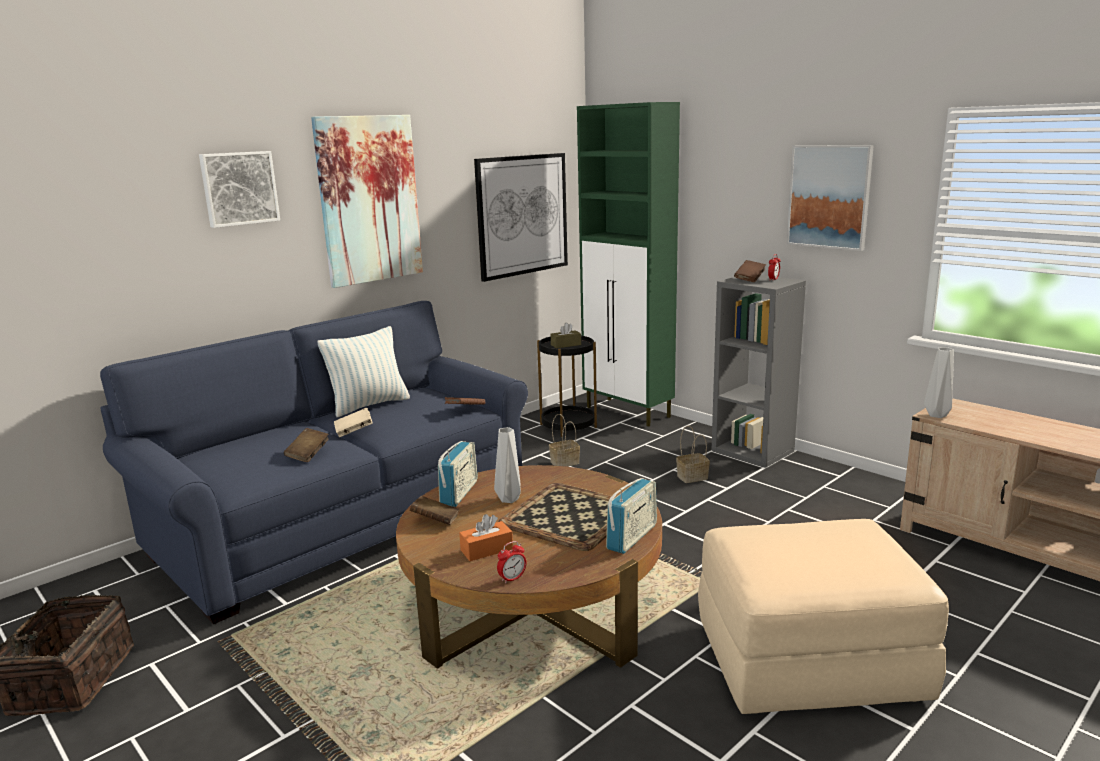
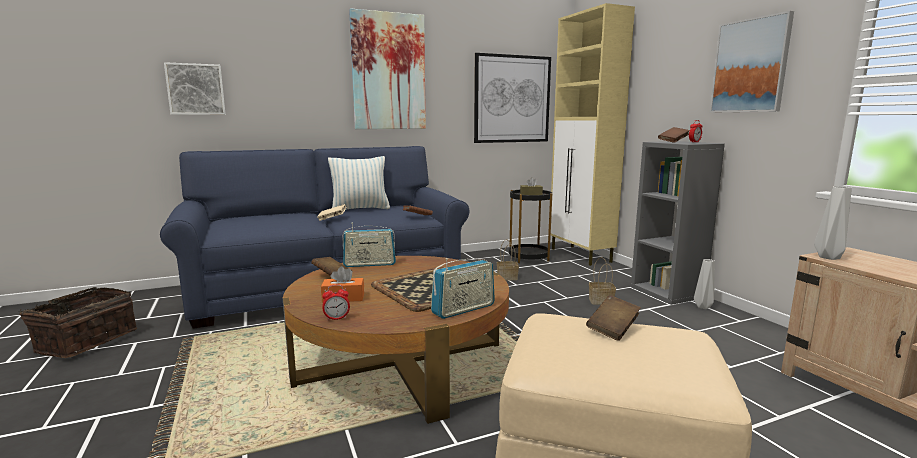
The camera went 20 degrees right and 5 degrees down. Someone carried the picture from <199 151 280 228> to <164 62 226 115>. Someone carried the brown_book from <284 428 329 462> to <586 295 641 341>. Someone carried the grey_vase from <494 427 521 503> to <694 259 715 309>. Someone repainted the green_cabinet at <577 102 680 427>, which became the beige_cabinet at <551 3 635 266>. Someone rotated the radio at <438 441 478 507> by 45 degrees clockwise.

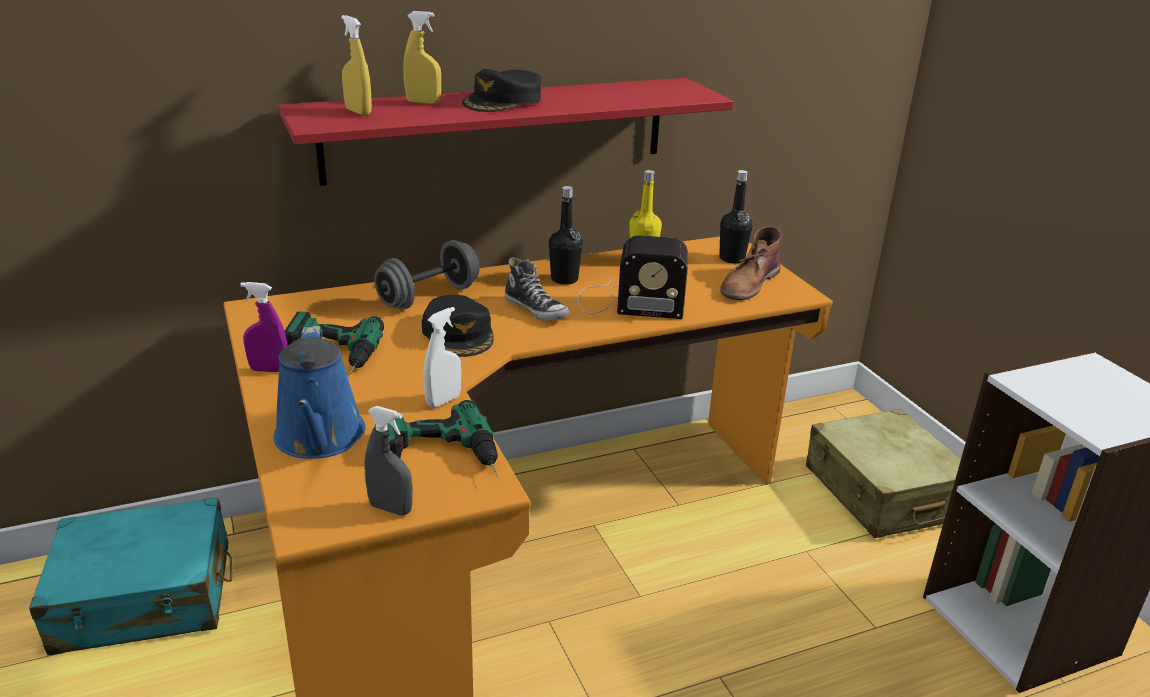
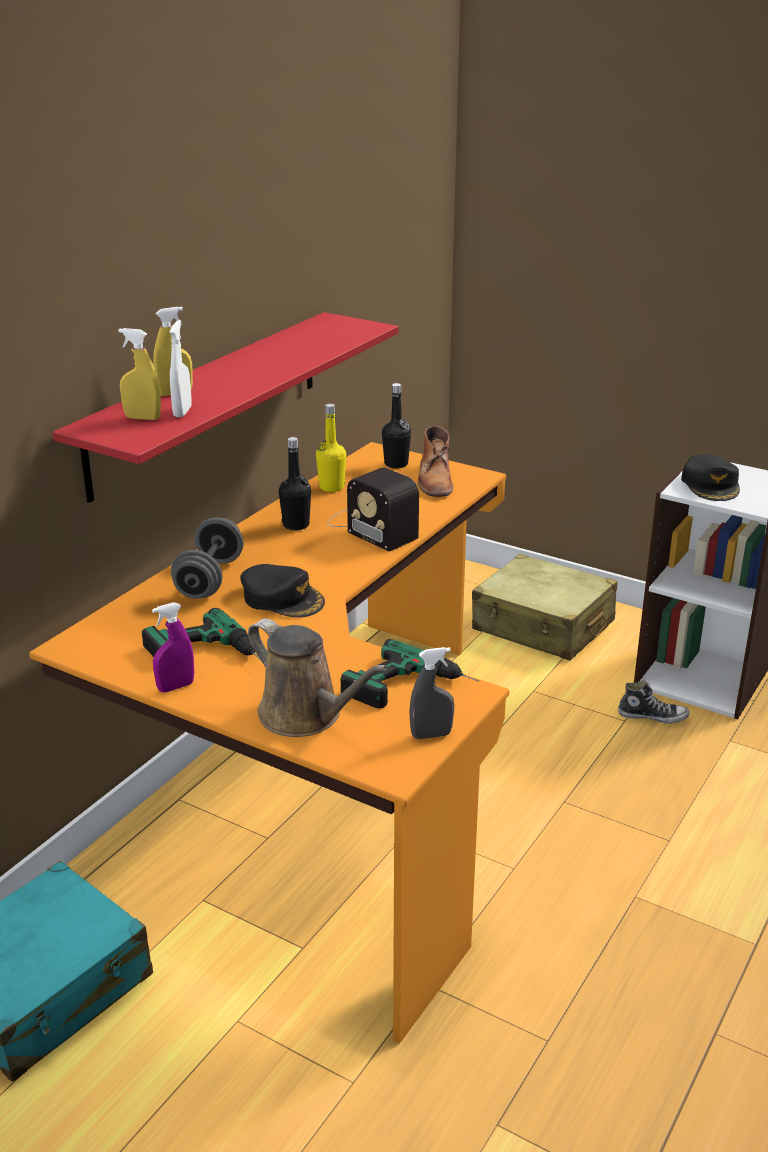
The camera went 35 degrees left and 0 degrees up. Someone carried the white_spray_bottle from <423 307 461 408> to <170 320 192 417>. Someone carried the black_cap from <462 69 541 112> to <681 454 740 501>. Someone carried the shoe from <505 257 569 321> to <618 680 689 724>. Someone repainted the blue_watering_can at <274 326 366 459>, which became the brown_watering_can at <248 619 387 737>. Someone rotated the radio at <578 235 688 319> by 75 degrees clockwise.

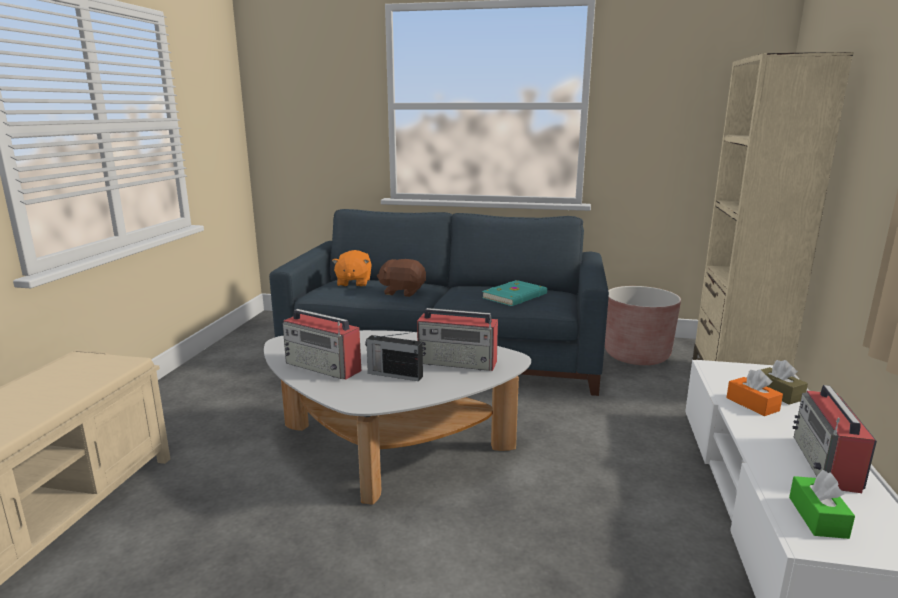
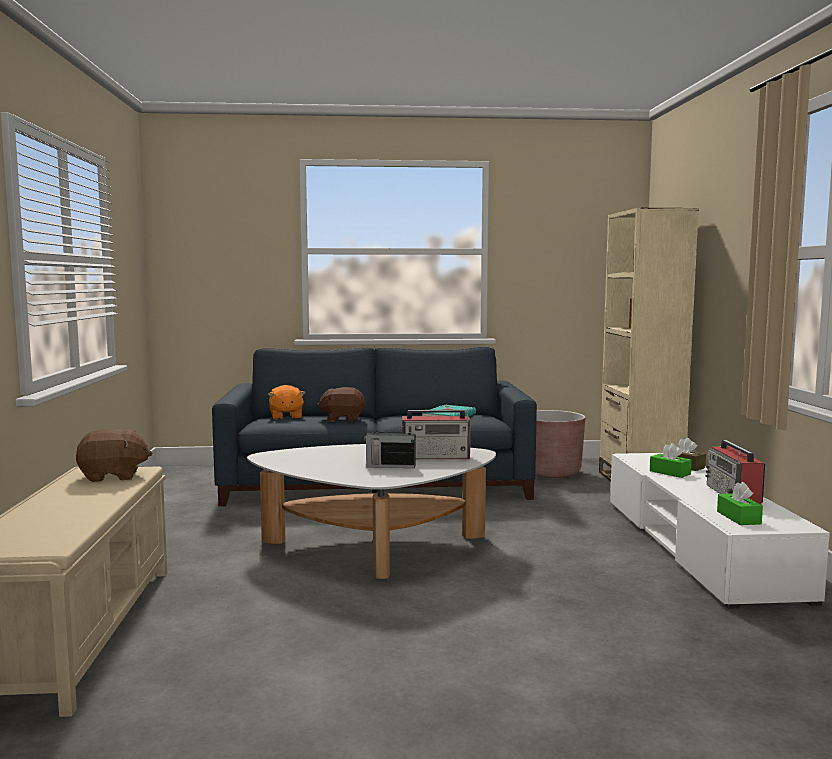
The camera went 15 degrees left and 10 degrees down. Someone took away the radio at <282 309 361 379>. Someone put down the brown_plush_toy at <76 429 152 482>. Someone repainted the orange_tissue_box at <726 369 783 416>, which became the green_tissue_box at <650 443 692 478>.

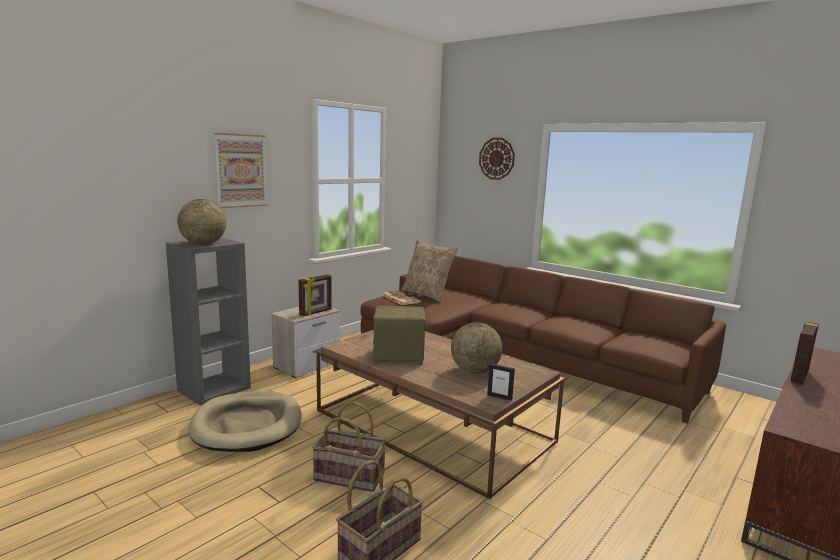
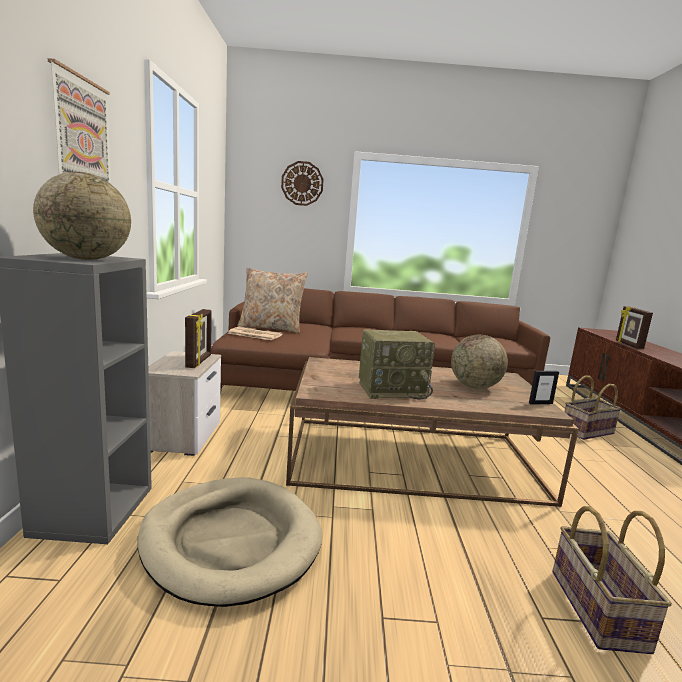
The camera went 40 degrees left and 0 degrees up. Someone carried the basket from <312 401 386 492> to <564 375 621 440>. Someone rotated the radio at <373 306 426 365> by 150 degrees counterclockwise.

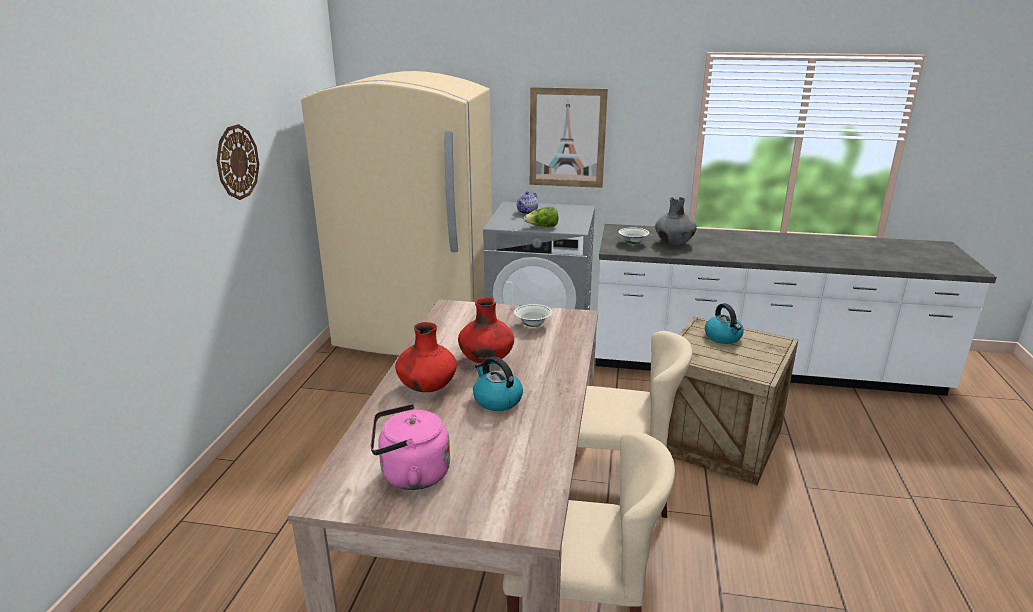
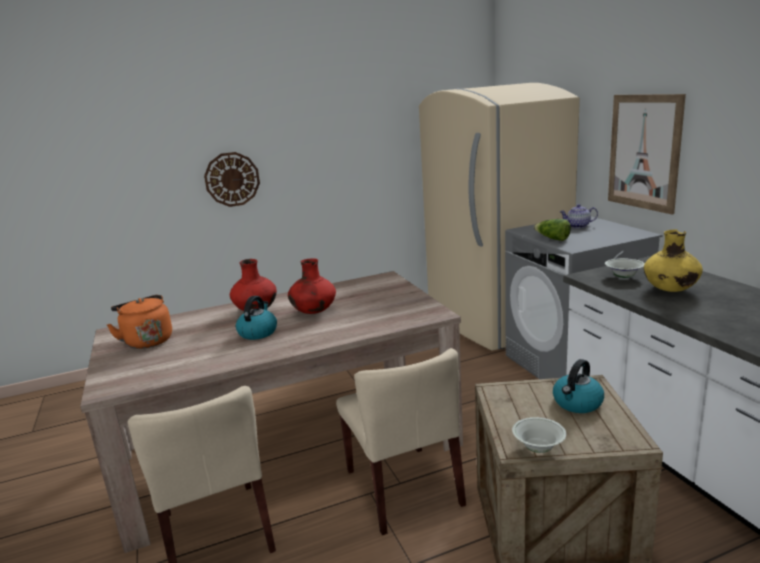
The camera went 60 degrees right and 5 degrees down. Someone carried the wall_clock from <217 124 259 200> to <204 152 260 207>. Someone carried the white_bowl from <514 304 553 327> to <512 417 567 453>. Someone repainted the pink_kettle at <371 404 450 490>, which became the orange_kettle at <107 295 172 349>. Someone repainted the grey_vase at <655 197 697 244>, which became the yellow_vase at <644 230 703 292>.

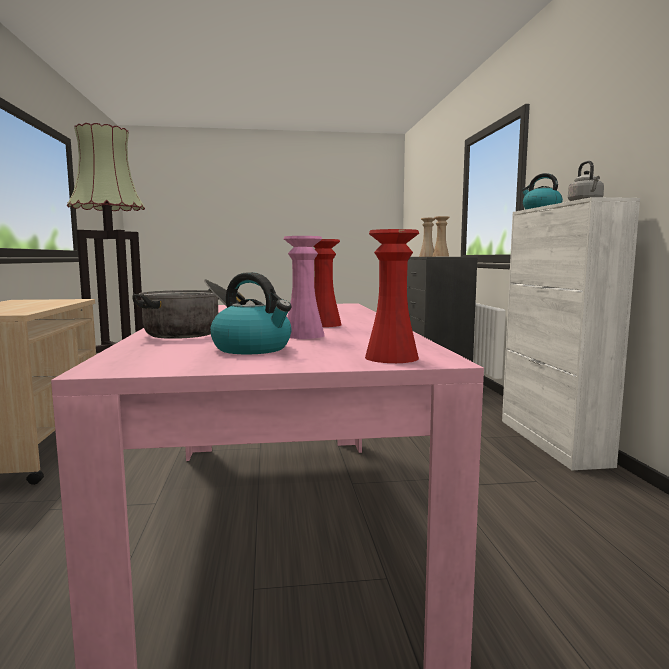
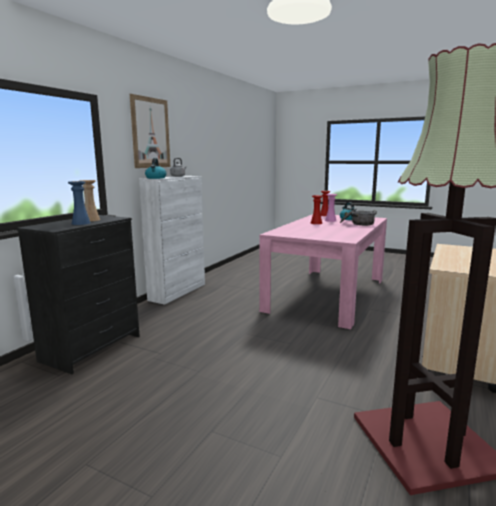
The camera went 145 degrees left and 5 degrees up. Someone put up the picture at <130 94 170 168>. Someone repainted the beige_vase at <419 218 435 257>, which became the blue_vase at <68 181 91 225>.

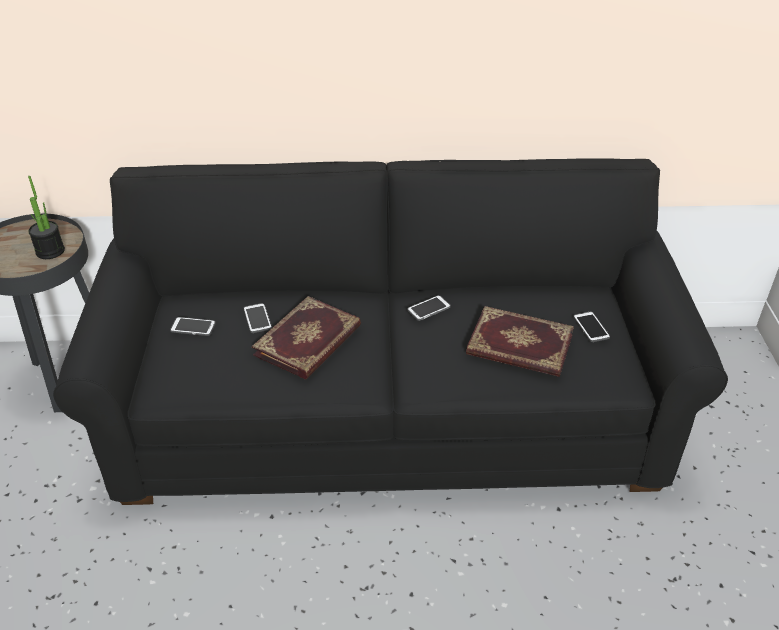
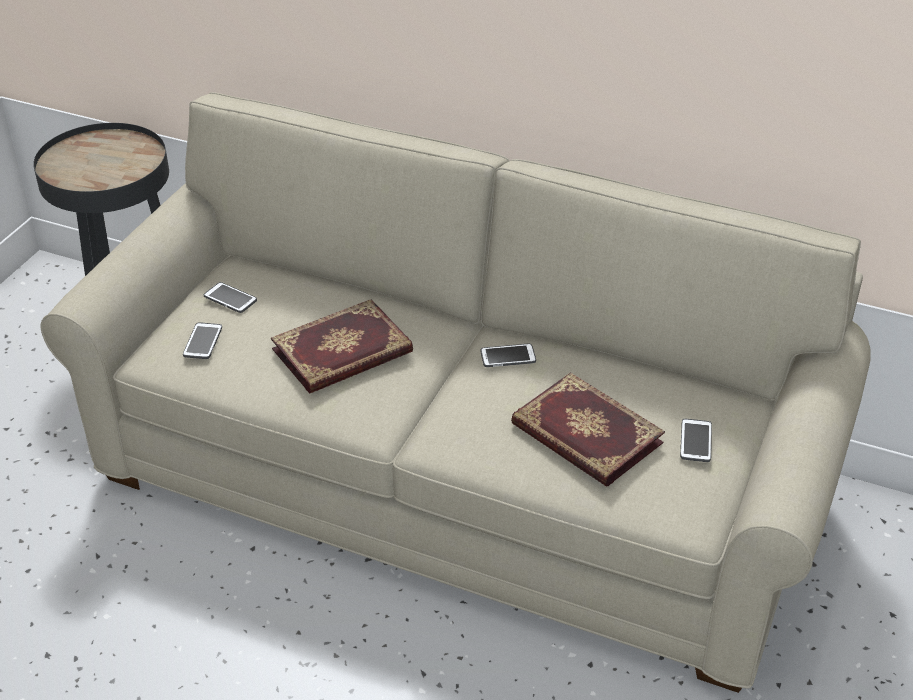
The camera went 25 degrees right and 0 degrees up. Someone took away the potted_plant at <28 176 65 259>. Someone carried the phone from <244 303 272 333> to <183 322 222 359>. Someone repainted the black_sofa at <53 158 728 505>, which became the beige_sofa at <40 92 870 693>.

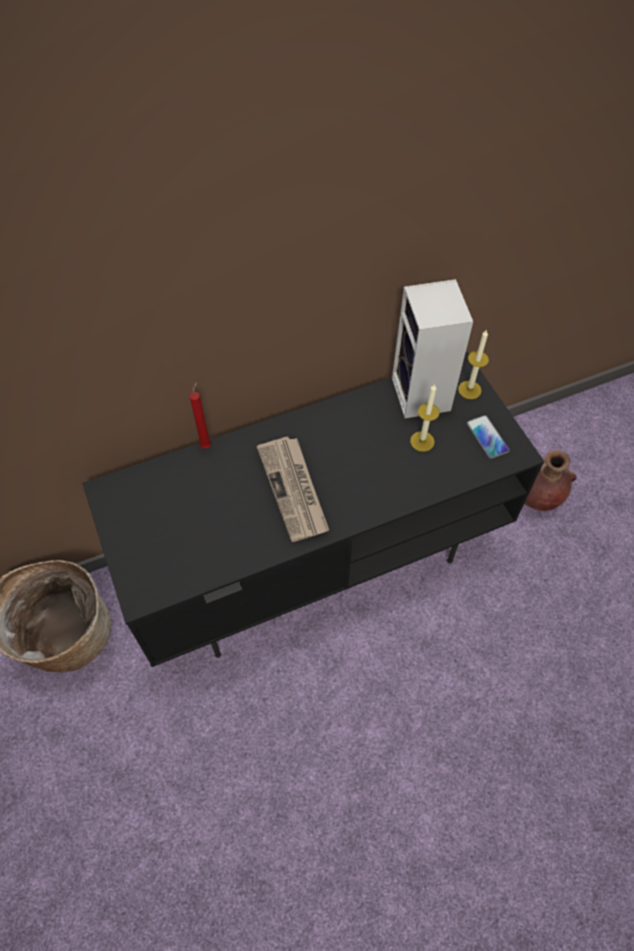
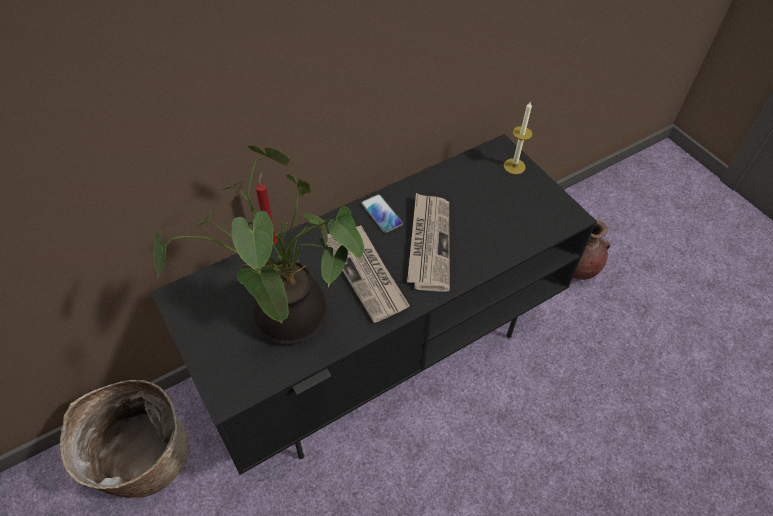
The camera went 10 degrees left and 5 degrees down. Someone took away the speaker at <392 279 473 418>. Someone took away the candle at <410 384 440 452>. Someone put down the potted_plant at <154 145 364 345>. Someone put down the newspaper at <407 193 450 292>. Someone carried the phone from <467 415 510 459> to <361 194 403 233>.

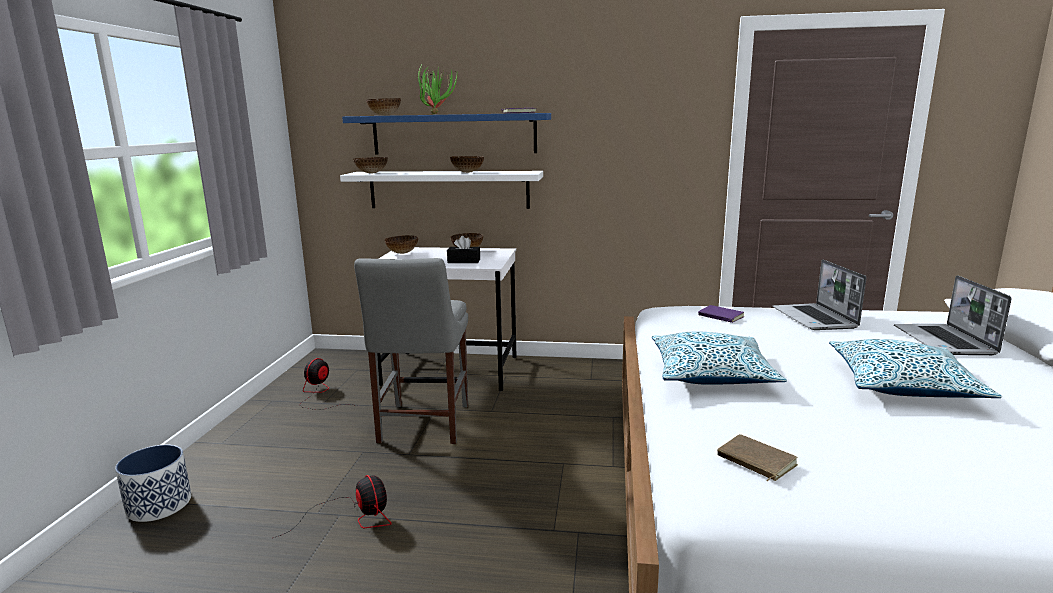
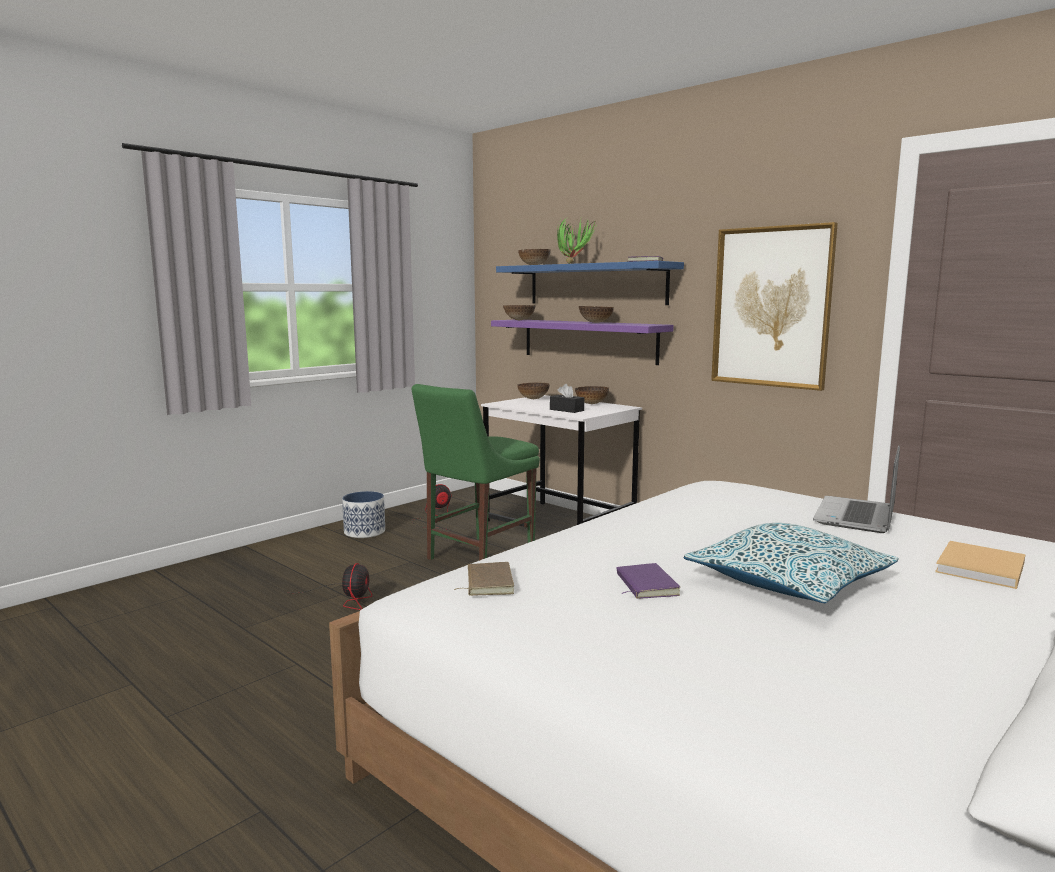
The camera went 35 degrees right and 5 degrees down. Someone took away the pillow at <652 332 787 385>. Someone put up the picture at <711 222 838 391>. Someone carried the planter from <115 444 191 522> to <342 491 385 538>. Someone carried the purple_book from <698 305 744 323> to <617 563 680 599>. Someone swapped the laptop at <894 275 1012 355> for the beige_book at <935 541 1026 589>. Someone repainted the white_shelf at <340 171 543 209>, which became the purple_shelf at <491 320 674 365>. Someone repainted the grey_chair at <354 258 468 444>, which became the green_chair at <412 384 540 561>.

